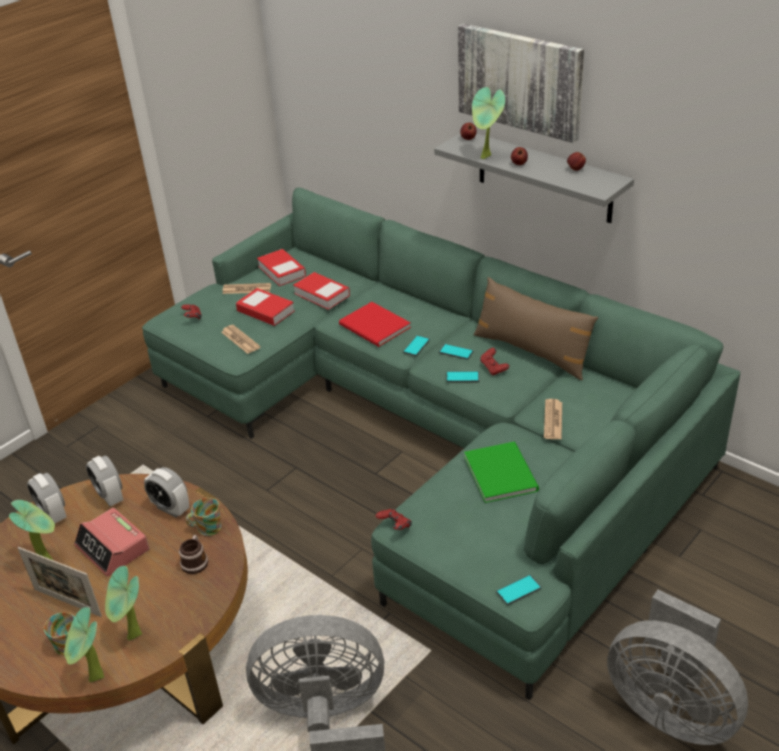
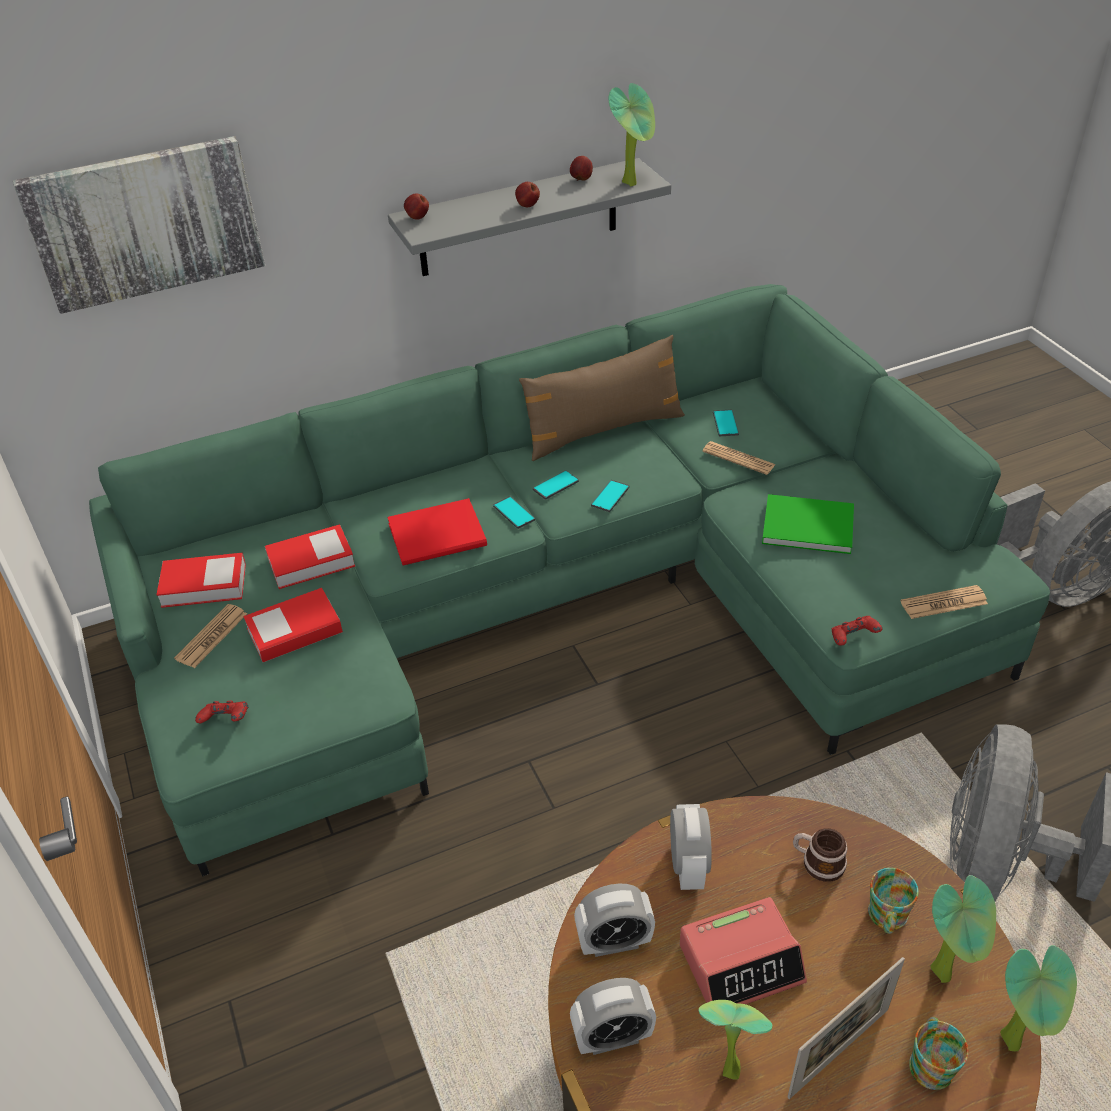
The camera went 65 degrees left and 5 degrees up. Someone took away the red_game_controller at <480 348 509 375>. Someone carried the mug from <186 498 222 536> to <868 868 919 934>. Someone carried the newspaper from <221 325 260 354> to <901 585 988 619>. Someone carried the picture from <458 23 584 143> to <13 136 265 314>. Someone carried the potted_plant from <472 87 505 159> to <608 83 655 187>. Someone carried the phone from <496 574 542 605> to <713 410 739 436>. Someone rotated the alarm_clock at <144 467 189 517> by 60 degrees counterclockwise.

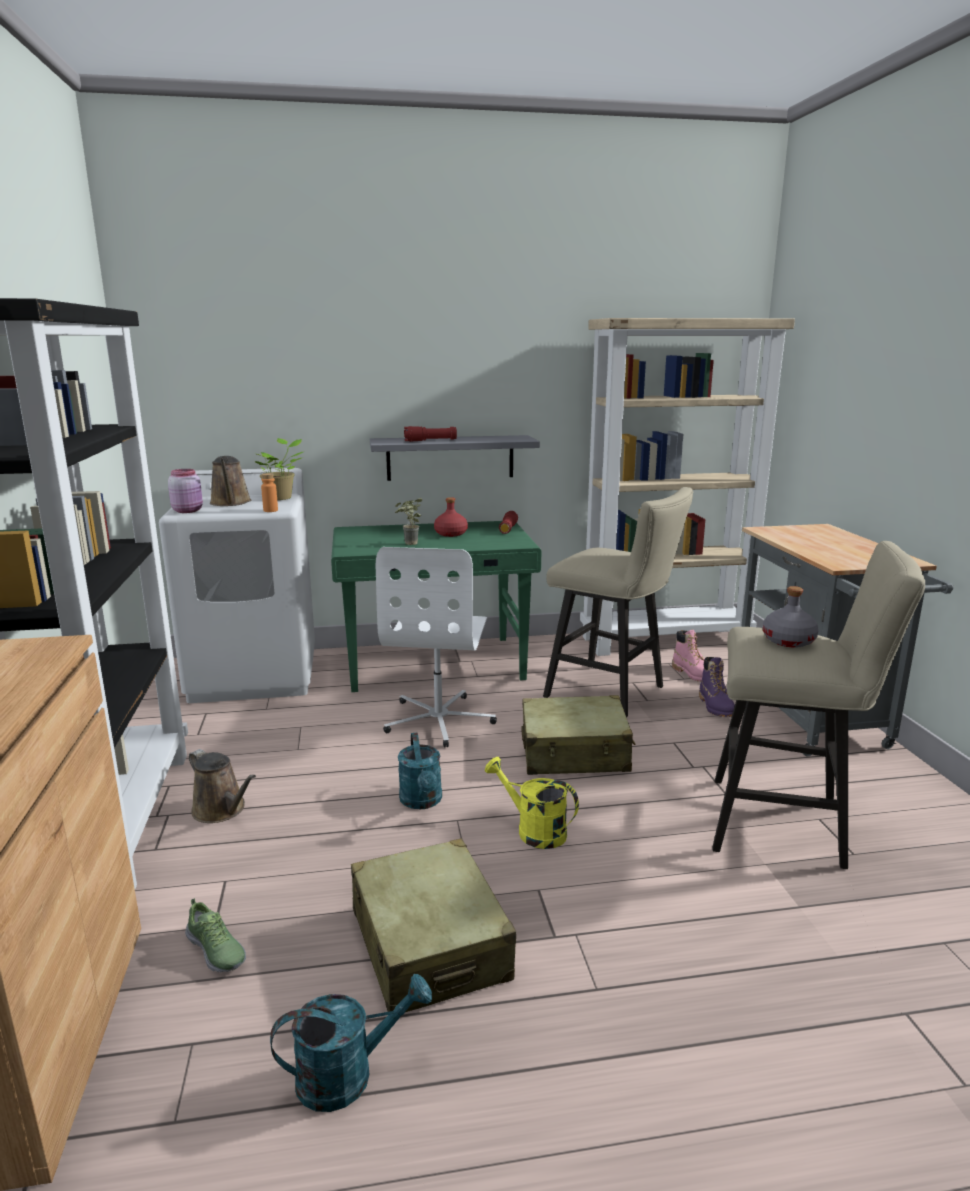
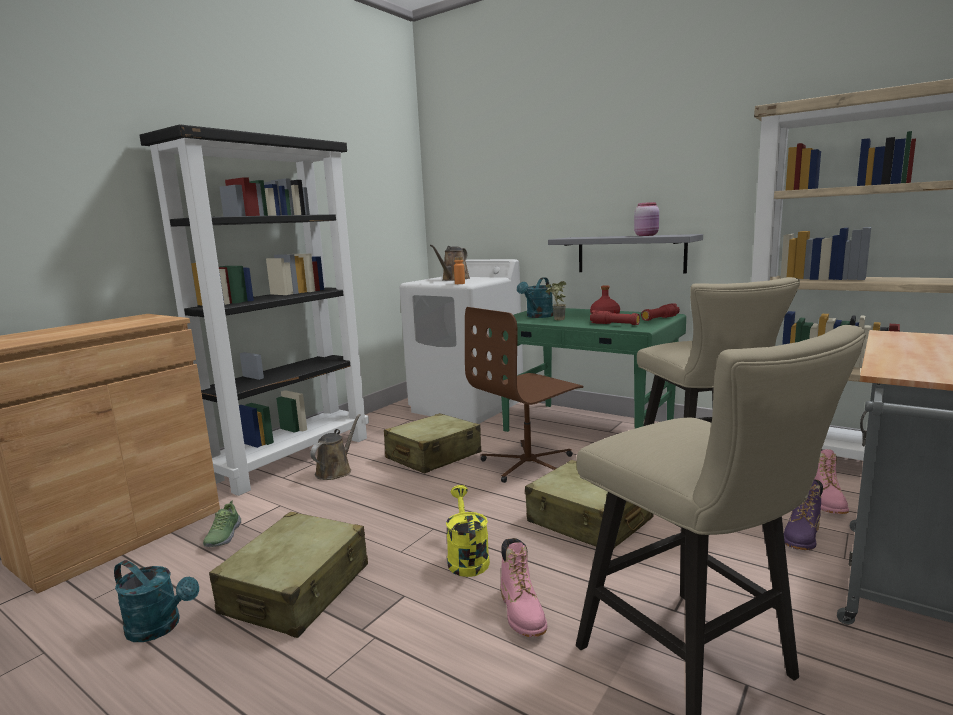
The camera went 45 degrees right and 5 degrees down. Someone took away the potted_plant at <255 438 303 500>. Someone took away the grey_bottle at <763 586 819 648>. Someone put down the beige_suitcase at <384 413 481 474>. Someone put down the pink_boot at <501 538 547 637>. Someone carried the pink_jar from <168 469 203 513> to <634 202 659 236>. Someone carried the turquoise_watering_can from <398 733 442 809> to <517 278 554 318>. Someone carried the red_flashlight from <404 426 457 442> to <590 310 640 325>. Someone repainted the white_office_chair at <376 547 497 748>, which became the brown_office_chair at <465 307 583 483>. Someone rotated the brown_watering_can at <189 749 256 823> by 150 degrees counterclockwise.

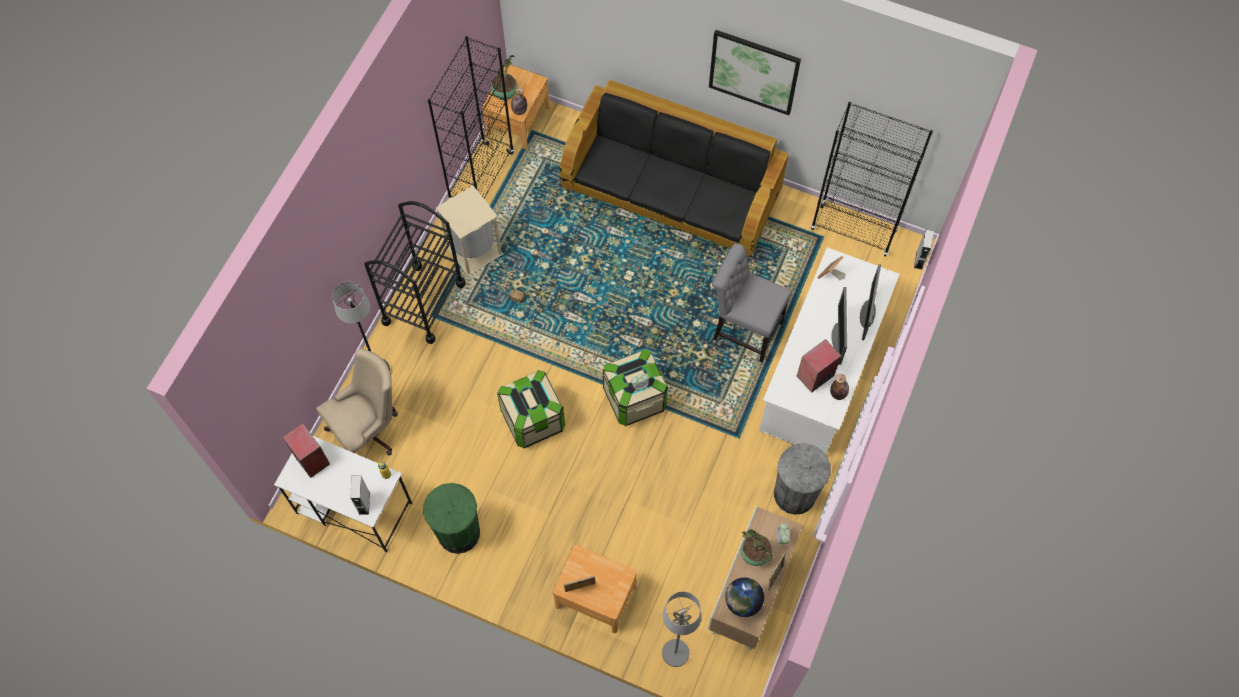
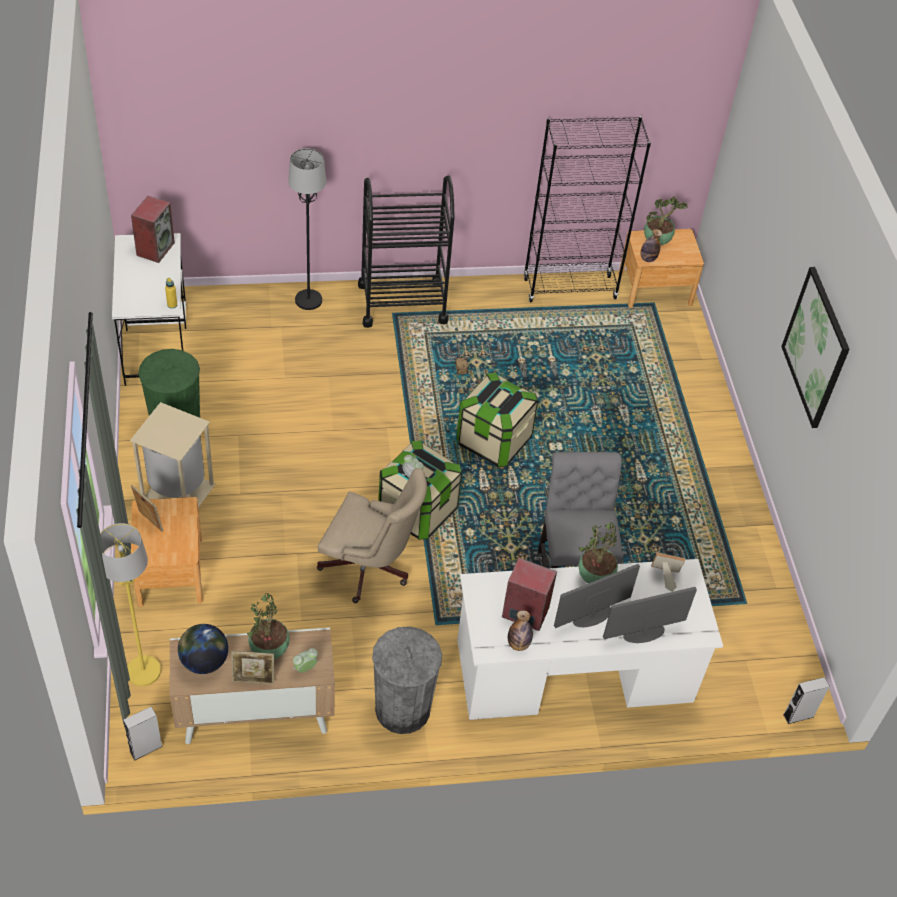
The camera went 55 degrees right and 15 degrees down. Someone took away the black_sofa at <560 80 789 257>. Someone took away the black_bookcase at <810 102 933 256>. Someone put down the potted_plant at <578 522 618 584>. Someone carried the beige_office_chair from <316 348 398 455> to <317 468 427 603>. Someone carried the grey_speaker from <350 475 370 515> to <123 706 163 761>. Someone carried the beige_trash_can from <436 186 503 276> to <130 402 216 508>. Someone carried the storage_box from <497 370 565 448> to <456 373 538 467>. Someone repainted the grey_floor_lamp at <662 592 702 667>, which became the yellow_floor_lamp at <100 523 161 686>.

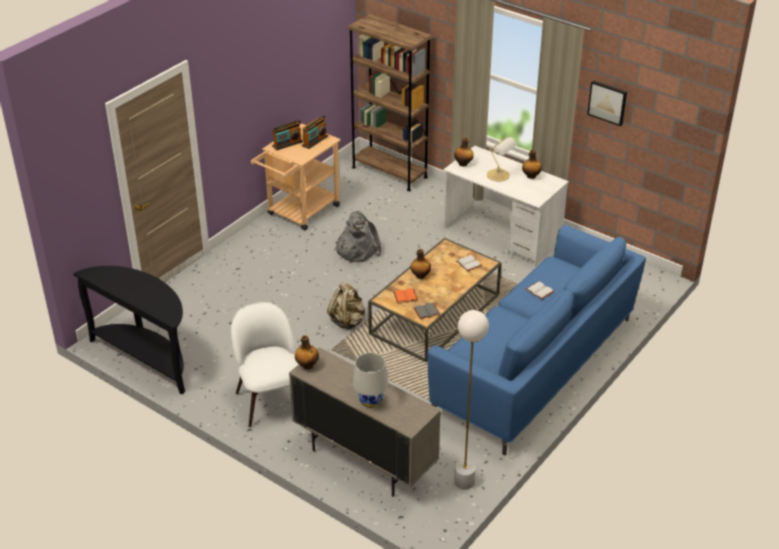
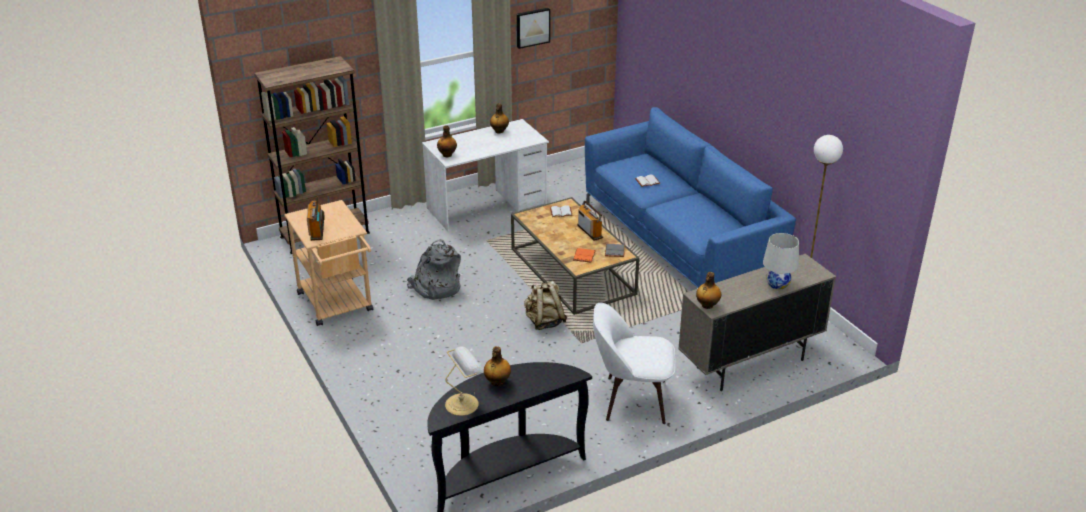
The camera went 65 degrees left and 5 degrees down. Someone carried the radio from <302 115 328 149> to <577 201 603 241>. Someone carried the bottle from <410 249 431 279> to <484 346 511 386>. Someone carried the table_lamp from <487 137 517 181> to <445 346 483 416>.

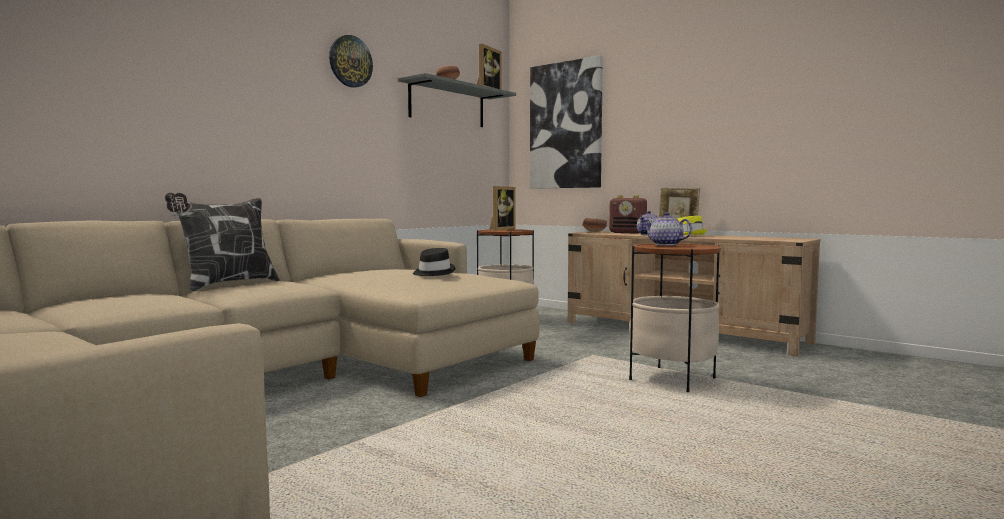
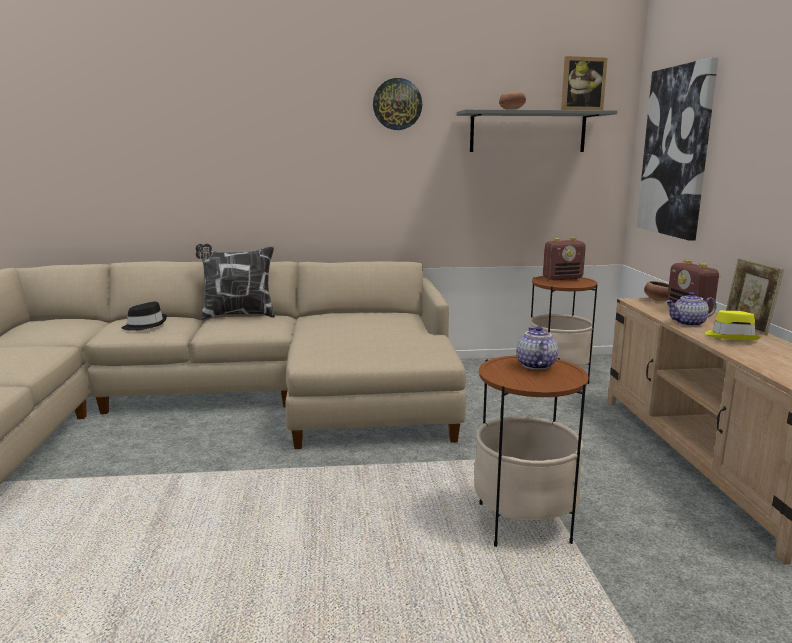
The camera went 45 degrees right and 10 degrees up. Someone carried the black_hat from <413 248 455 276> to <122 302 167 331>. Someone swapped the picture_frame at <490 186 516 230> for the radio at <543 238 586 280>.

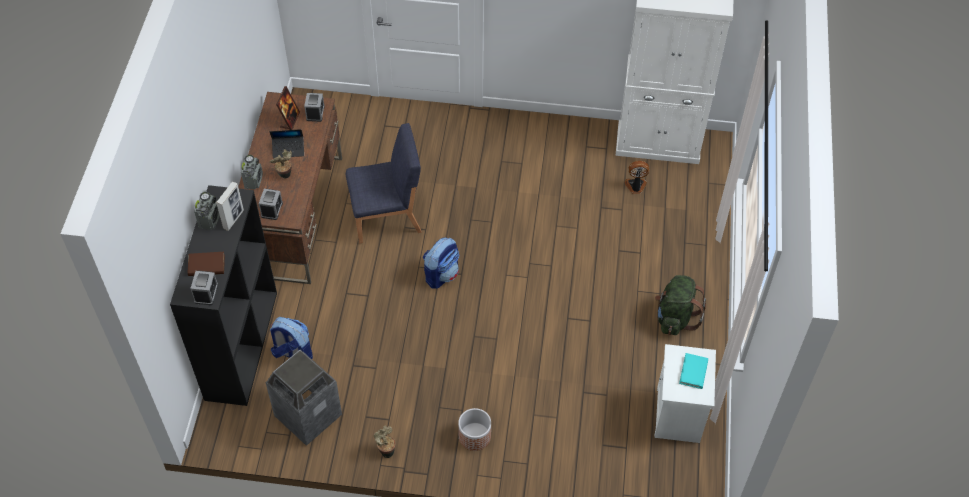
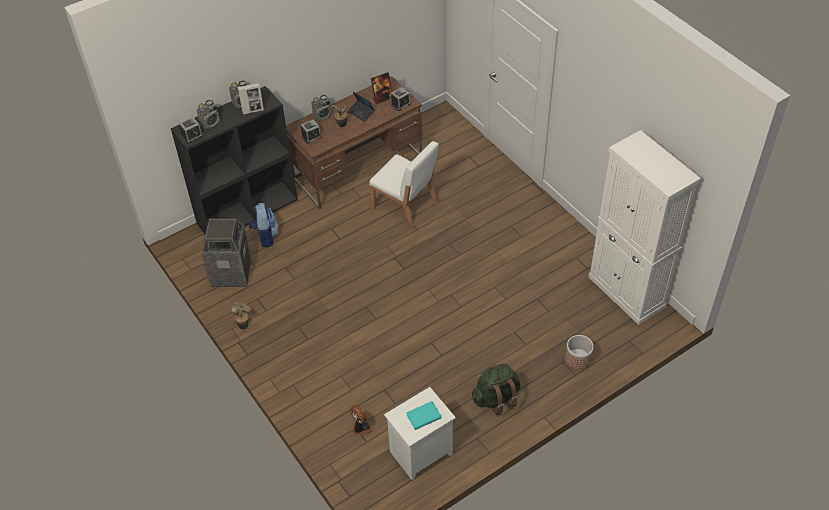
The camera went 50 degrees right and 5 degrees down. Someone took away the backpack at <423 238 459 289>. Someone carried the planter from <458 408 491 451> to <565 335 594 370>. Someone carried the fan from <624 161 649 194> to <350 404 374 436>. Someone swapped the brown_book at <188 252 225 276> for the radio at <196 100 220 129>. Someone repainted the blue_chair at <346 123 422 243>, which became the white_chair at <369 141 439 229>.

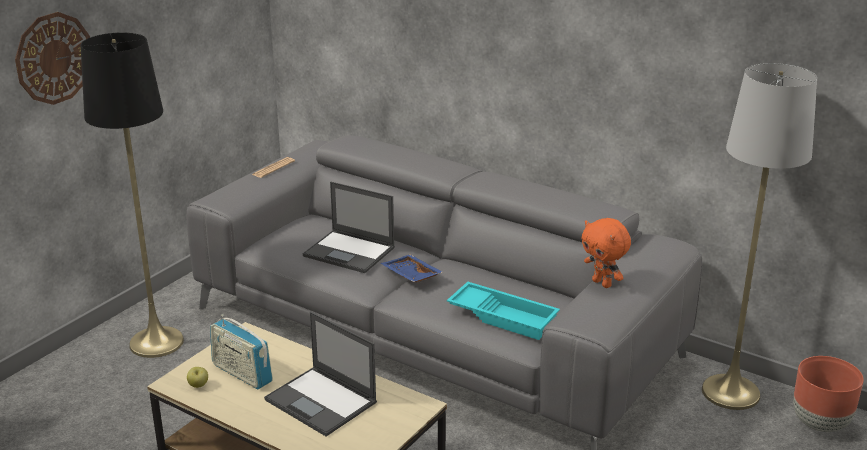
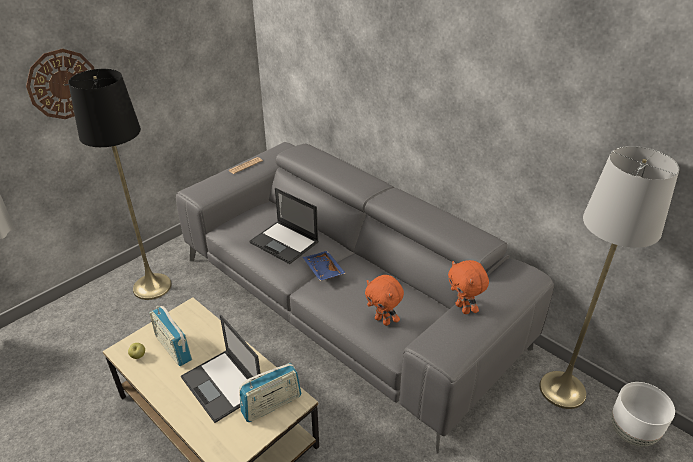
The camera went 10 degrees right and 10 degrees up. Someone put down the radio at <239 363 301 422>. Someone swapped the turquoise_tray at <447 282 560 340> for the orange_plush_toy at <365 275 404 326>. Someone repainted the brown_planter at <793 356 864 432>, which became the white_planter at <611 382 675 447>.

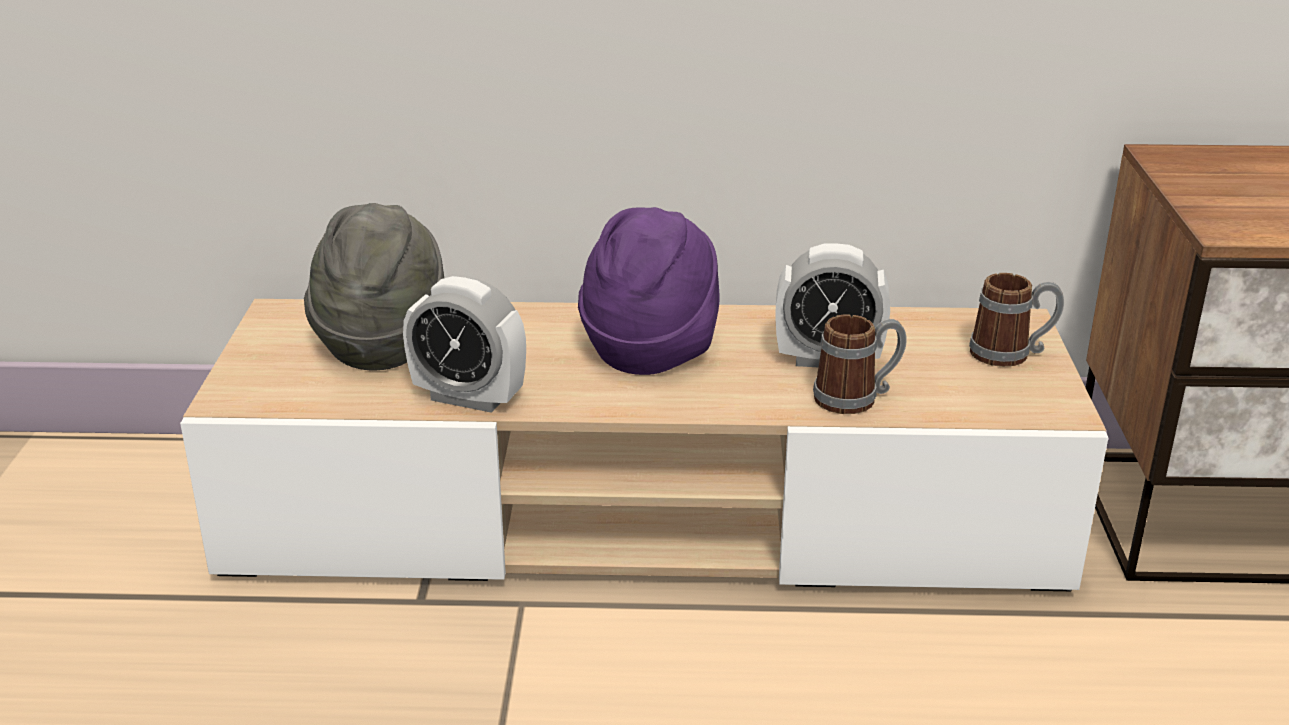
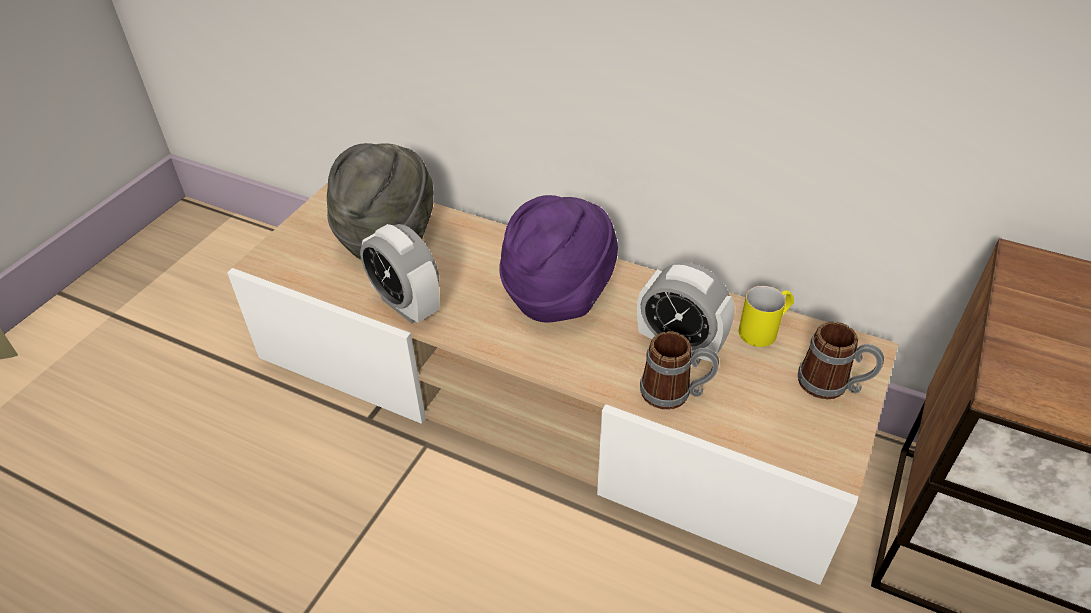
The camera went 25 degrees right and 15 degrees up. Someone put down the yellow_mug at <739 286 794 347>.

